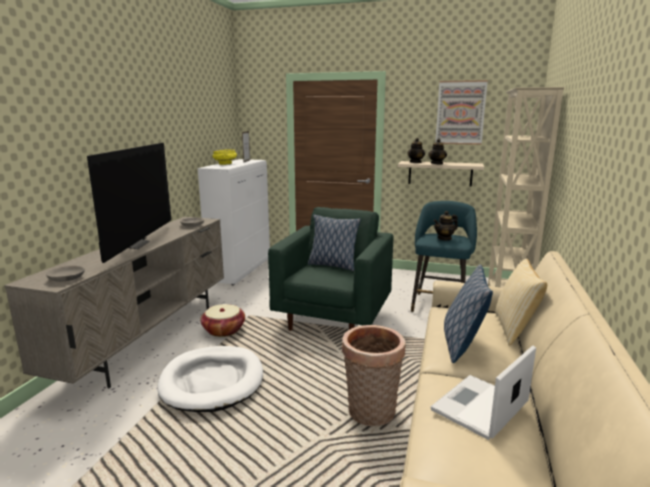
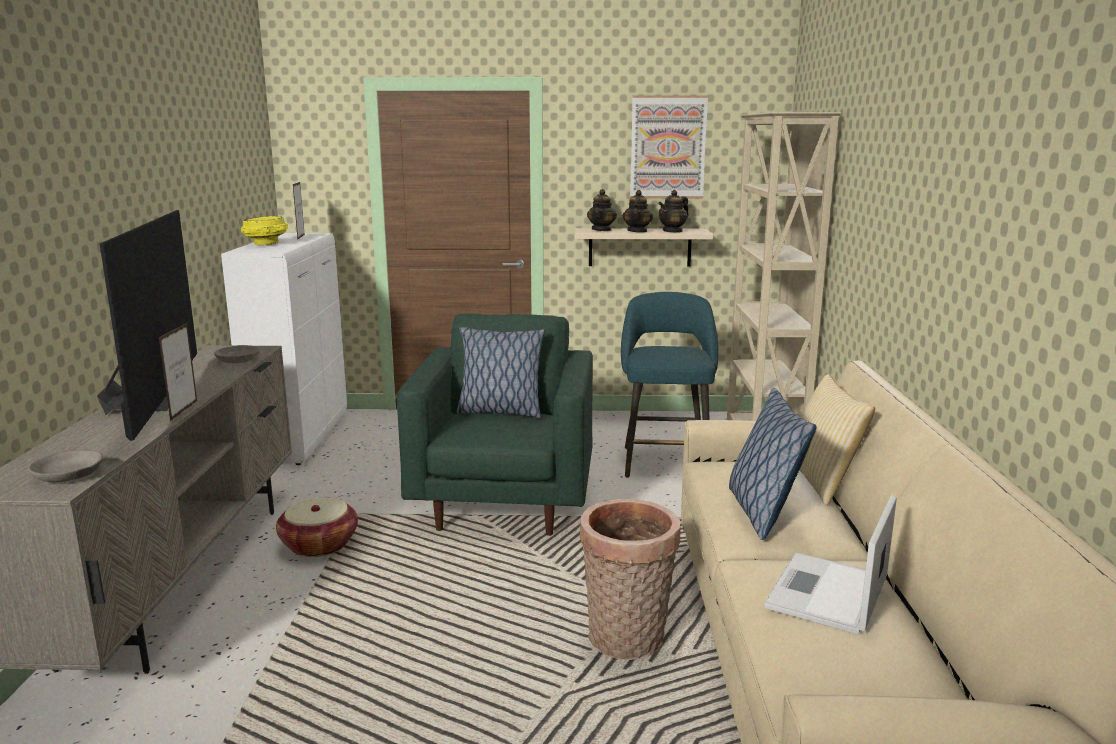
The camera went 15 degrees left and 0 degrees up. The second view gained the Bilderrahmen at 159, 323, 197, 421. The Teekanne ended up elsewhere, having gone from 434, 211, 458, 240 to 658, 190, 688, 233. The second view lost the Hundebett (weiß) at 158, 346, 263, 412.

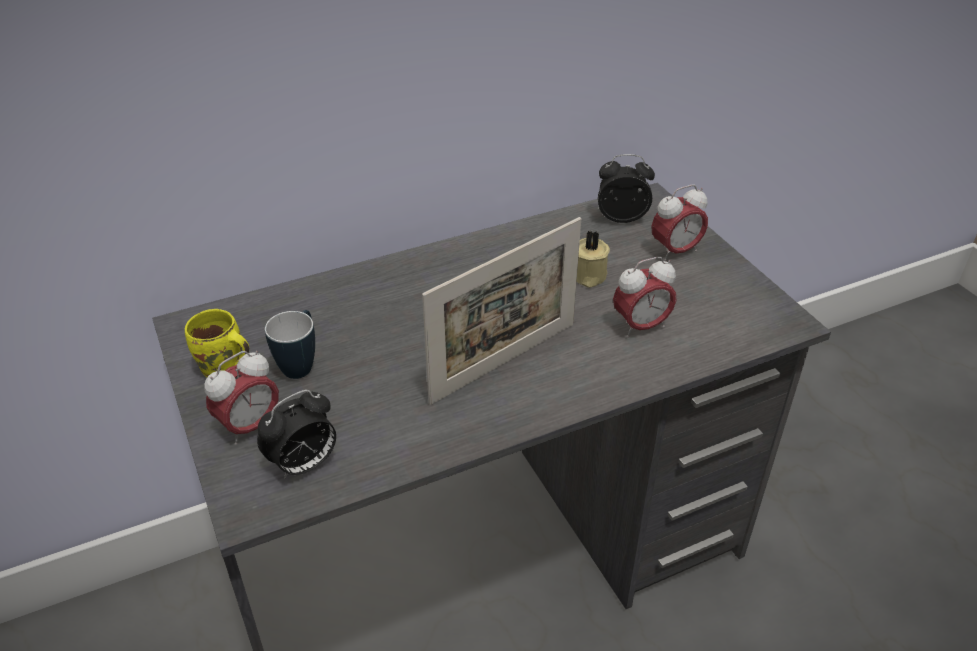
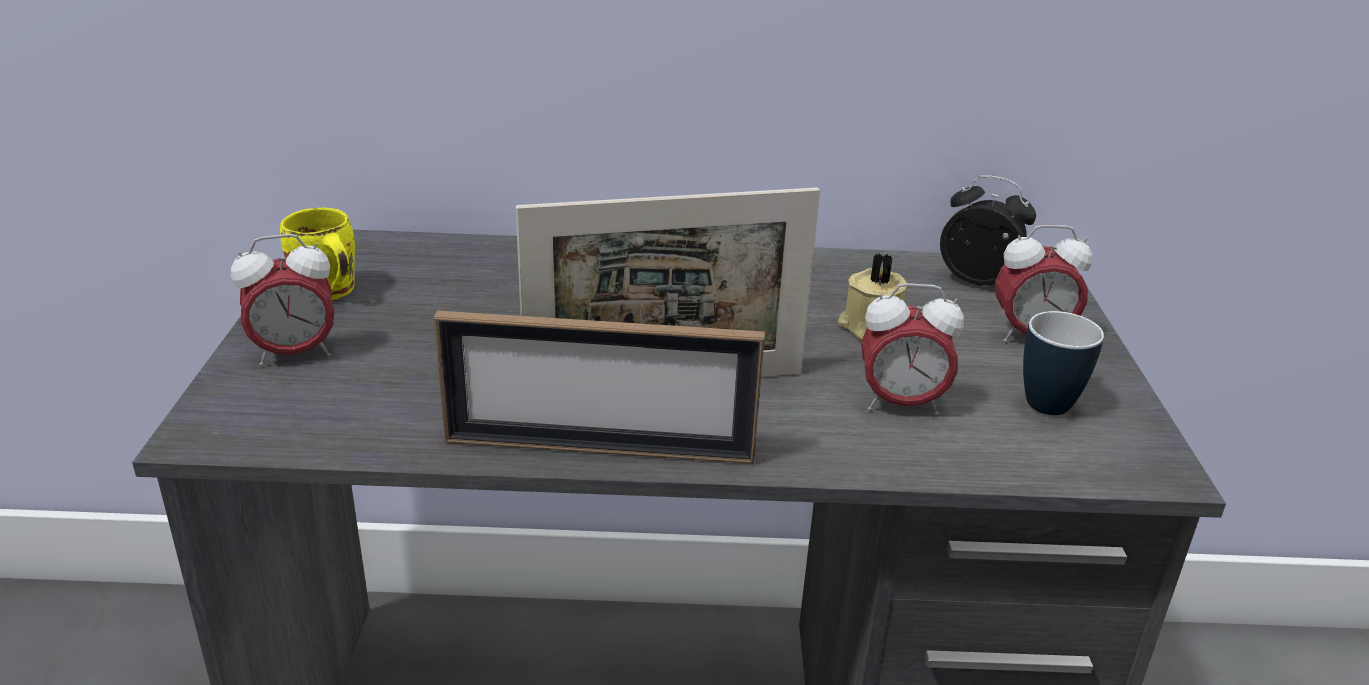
The camera went 25 degrees right and 10 degrees down. The second view gained the Bilderrahmen at 434, 310, 764, 464. The Henkelbecher ended up elsewhere, having gone from 265, 310, 315, 379 to 1023, 311, 1104, 415. The second view lost the Wecker at 257, 390, 336, 479.

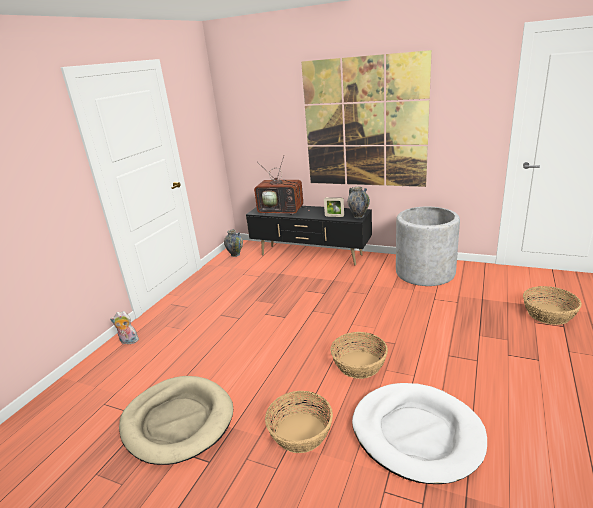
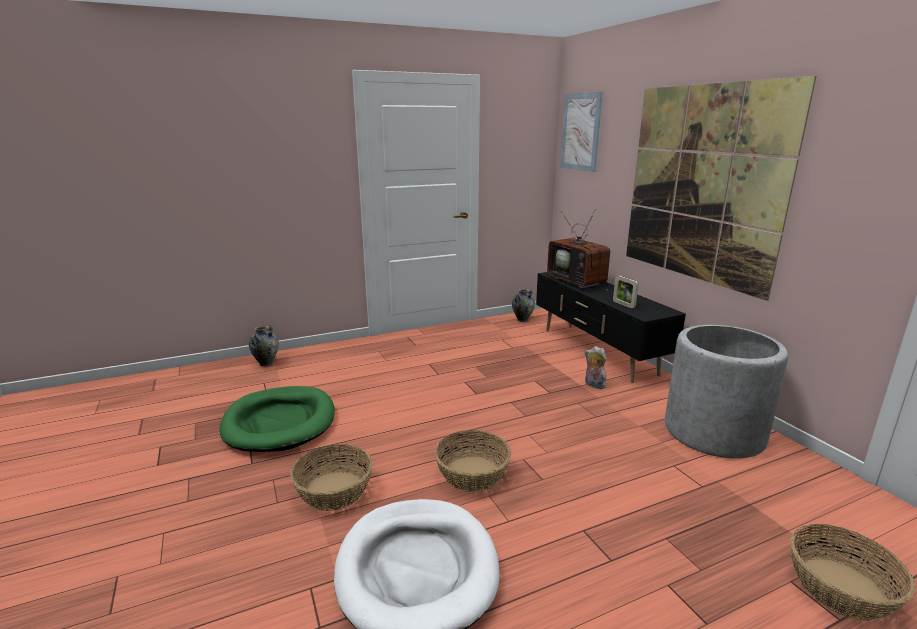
The camera went 40 degrees right and 5 degrees down. What was the Hundebett (beige) at 119, 376, 233, 465 turned into the Hundebett (grün) at 219, 386, 335, 452. The Vase ended up elsewhere, having gone from 348, 187, 370, 218 to 249, 325, 279, 367. The second view gained the Bild at 560, 92, 603, 172. The Plüschtier ended up elsewhere, having gone from 110, 311, 139, 344 to 585, 346, 606, 389.

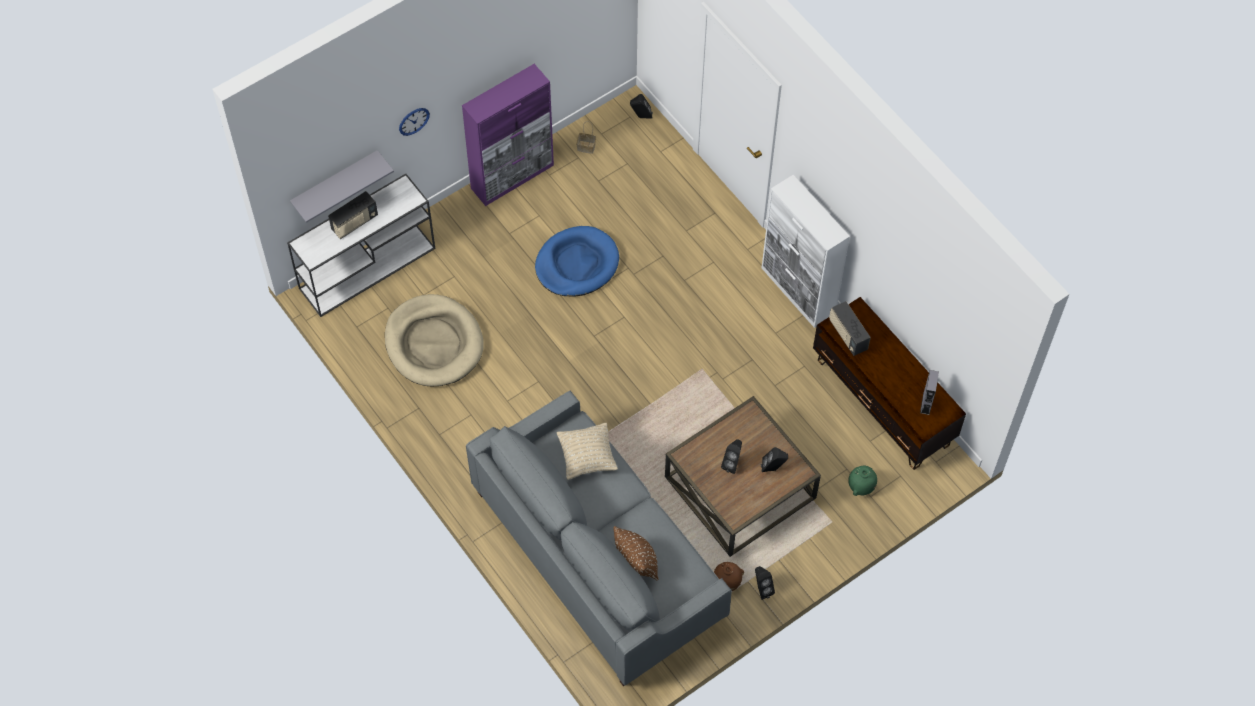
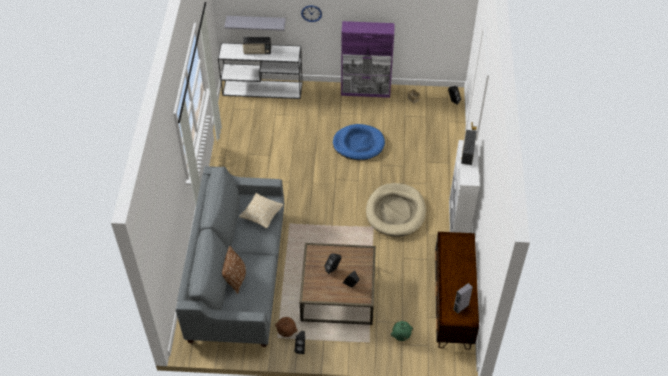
The camera went 40 degrees right and 10 degrees down. The Hundebett (beige) ended up elsewhere, having gone from 385, 294, 484, 387 to 366, 183, 426, 237. The Radio ended up elsewhere, having gone from 829, 301, 870, 356 to 460, 130, 477, 165.

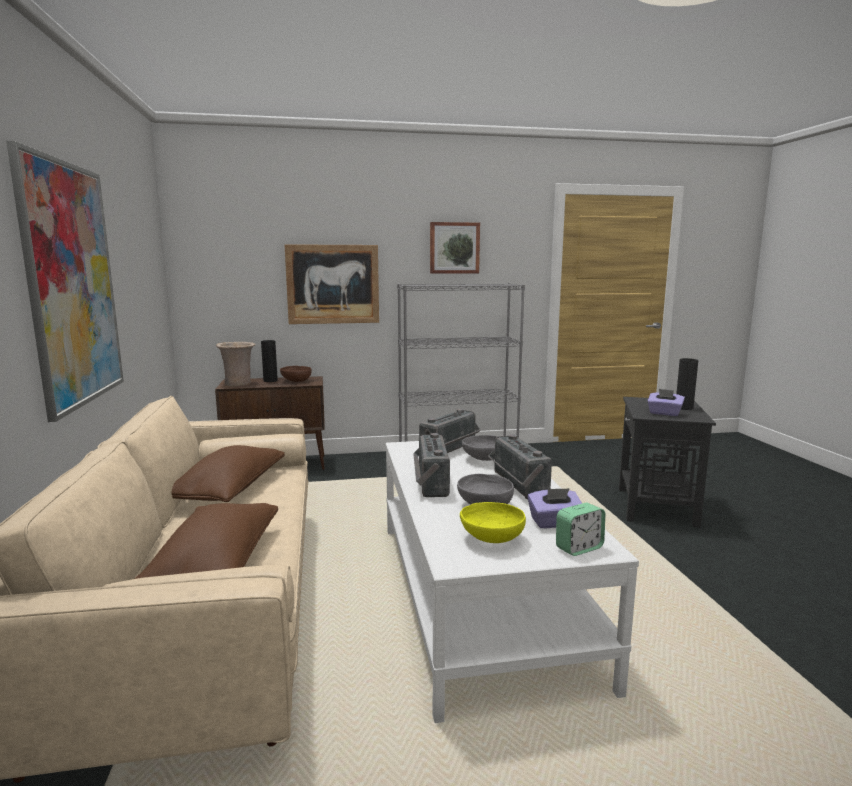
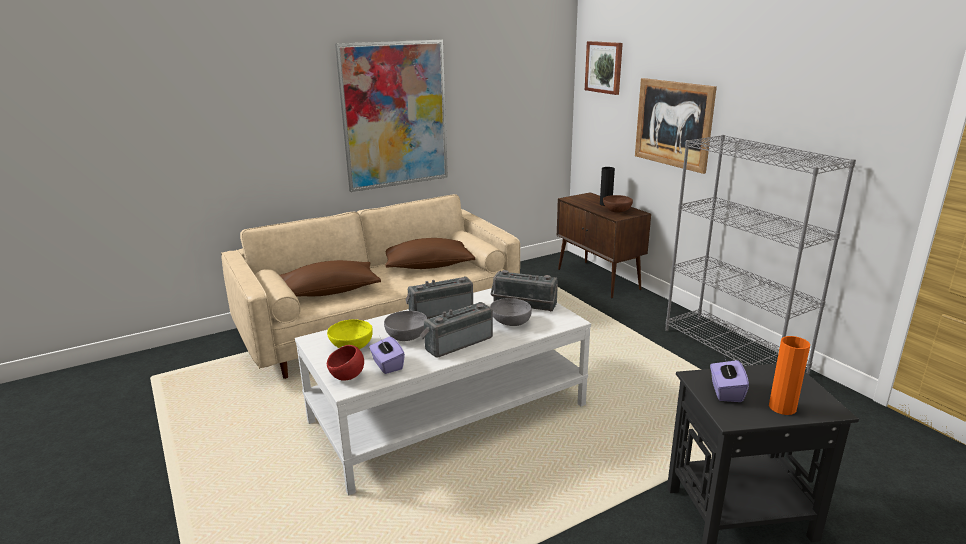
The camera went 70 degrees right and 10 degrees up. Where the Wecker stood at 556, 503, 605, 556, the Schüssel (rot) came to stand at 327, 345, 364, 381. The Bild ended up elsewhere, having gone from 430, 222, 480, 274 to 585, 41, 623, 95. What was the Vase (schwarz) at 676, 358, 698, 410 turned into the Vase (orange) at 769, 336, 810, 415. The second view lost the Vase (beige) at 216, 342, 256, 386.

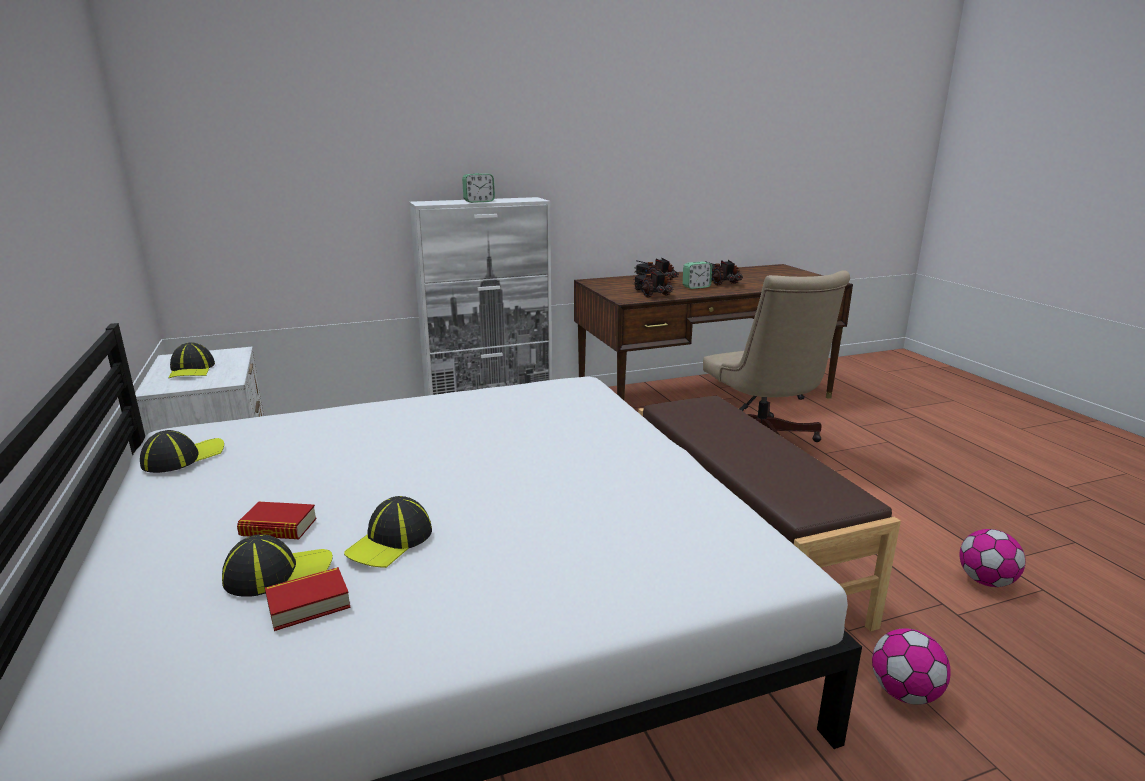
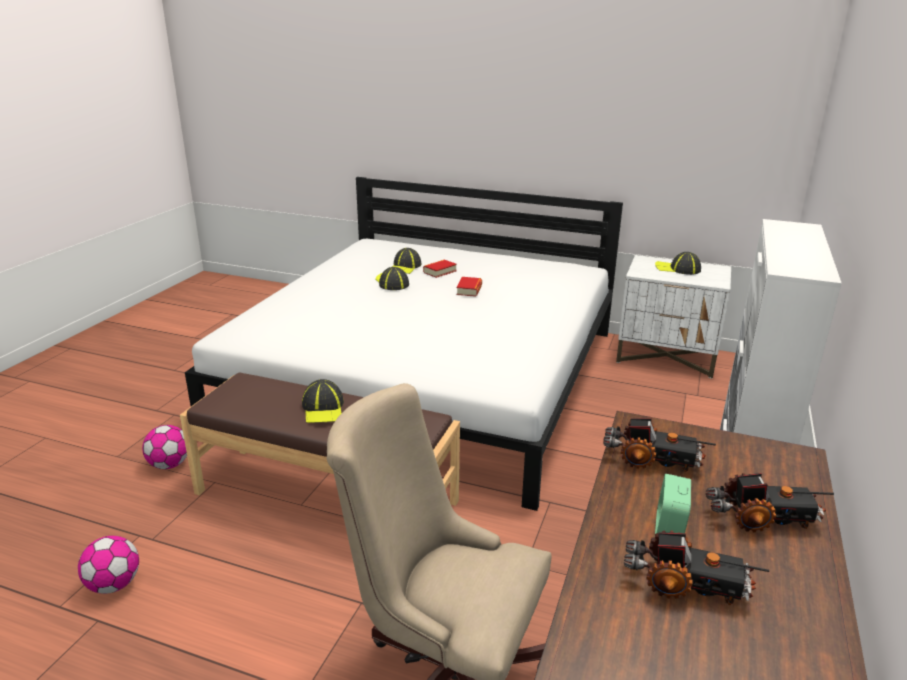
The camera went 130 degrees right and 5 degrees up. The Kappe ended up elsewhere, having gone from 140, 430, 224, 473 to 302, 379, 344, 423. The Buch ended up elsewhere, having gone from 265, 567, 351, 631 to 456, 277, 482, 297. The second view lost the Wecker at 462, 173, 495, 203.

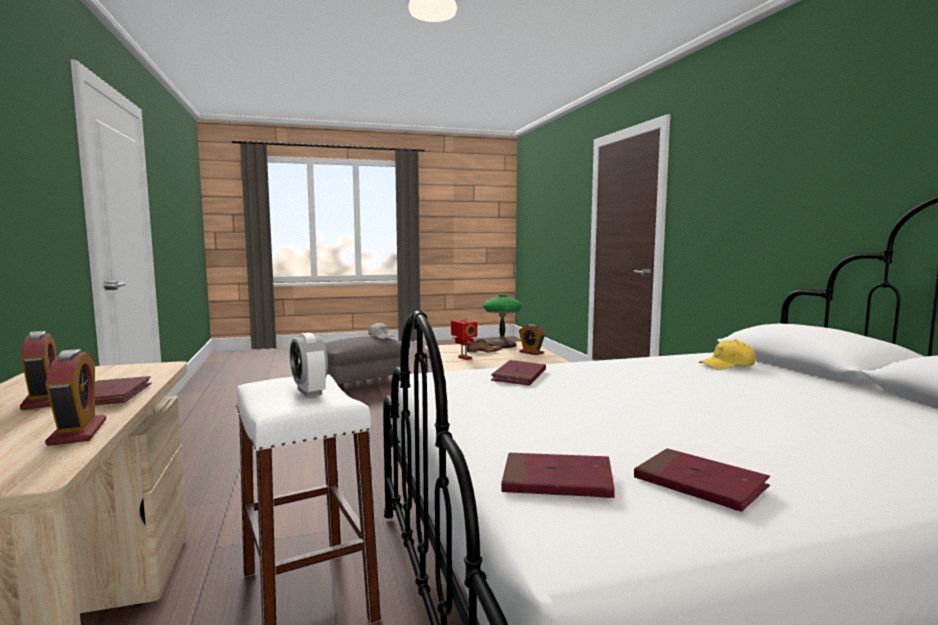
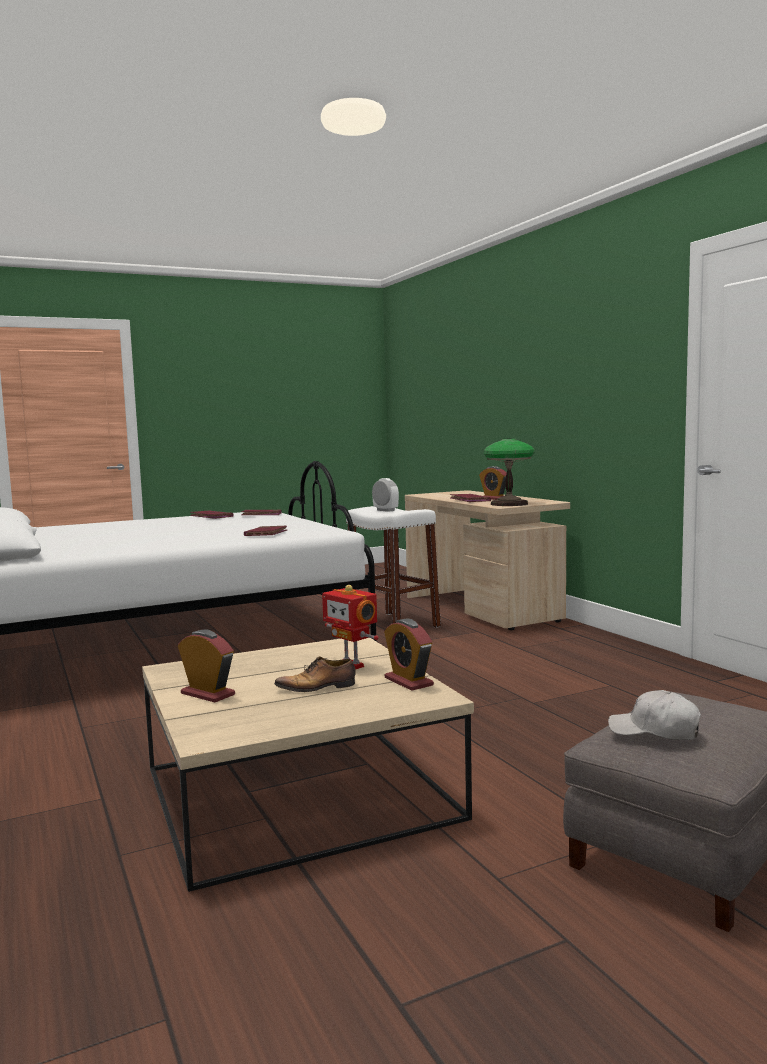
The camera went 170 degrees right and 0 degrees up. The Wecker ended up elsewhere, having gone from 45, 349, 106, 446 to 384, 619, 434, 691. The Tischlampe ended up elsewhere, having gone from 483, 295, 522, 348 to 484, 439, 535, 506. The second view lost the Kappe (gelb) at 699, 339, 756, 369.

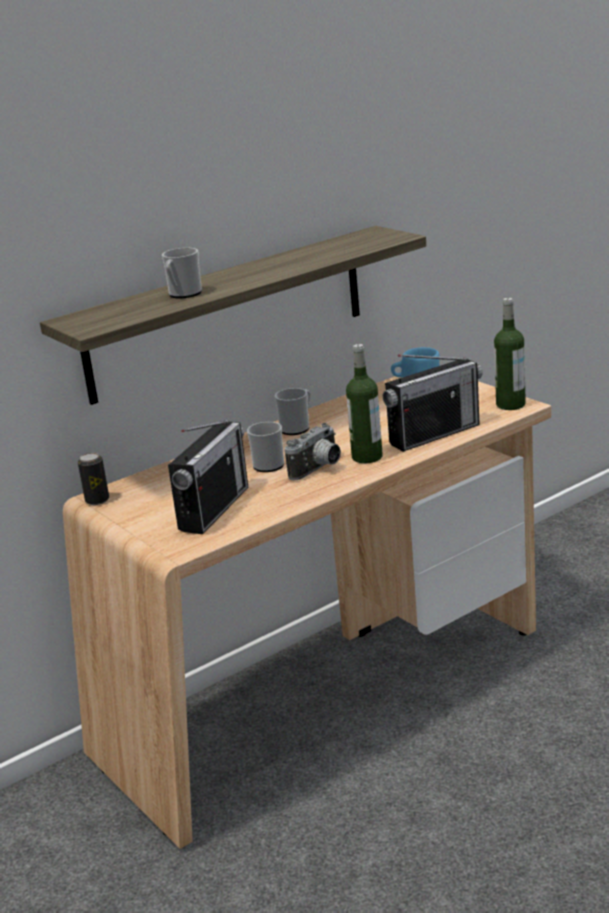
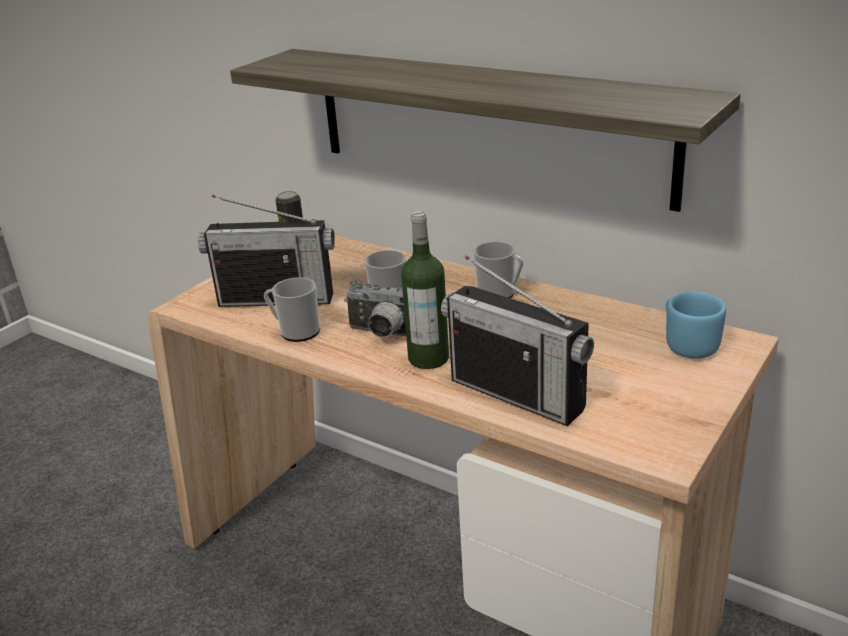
The camera went 70 degrees right and 5 degrees up. The Henkelbecher ended up elsewhere, having gone from 162, 248, 202, 298 to 264, 277, 320, 342. The second view lost the Flasche at 494, 297, 526, 410.

